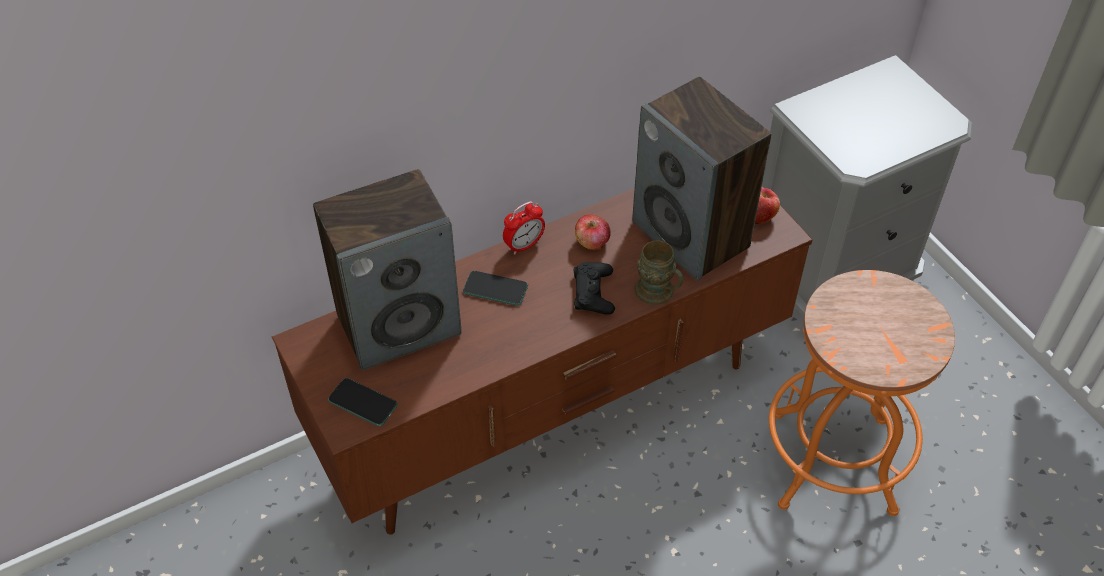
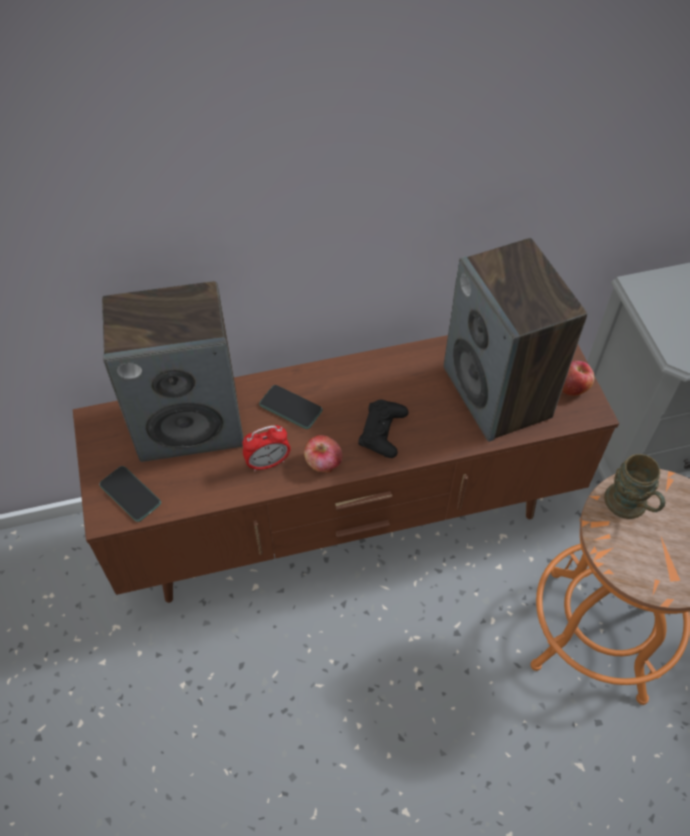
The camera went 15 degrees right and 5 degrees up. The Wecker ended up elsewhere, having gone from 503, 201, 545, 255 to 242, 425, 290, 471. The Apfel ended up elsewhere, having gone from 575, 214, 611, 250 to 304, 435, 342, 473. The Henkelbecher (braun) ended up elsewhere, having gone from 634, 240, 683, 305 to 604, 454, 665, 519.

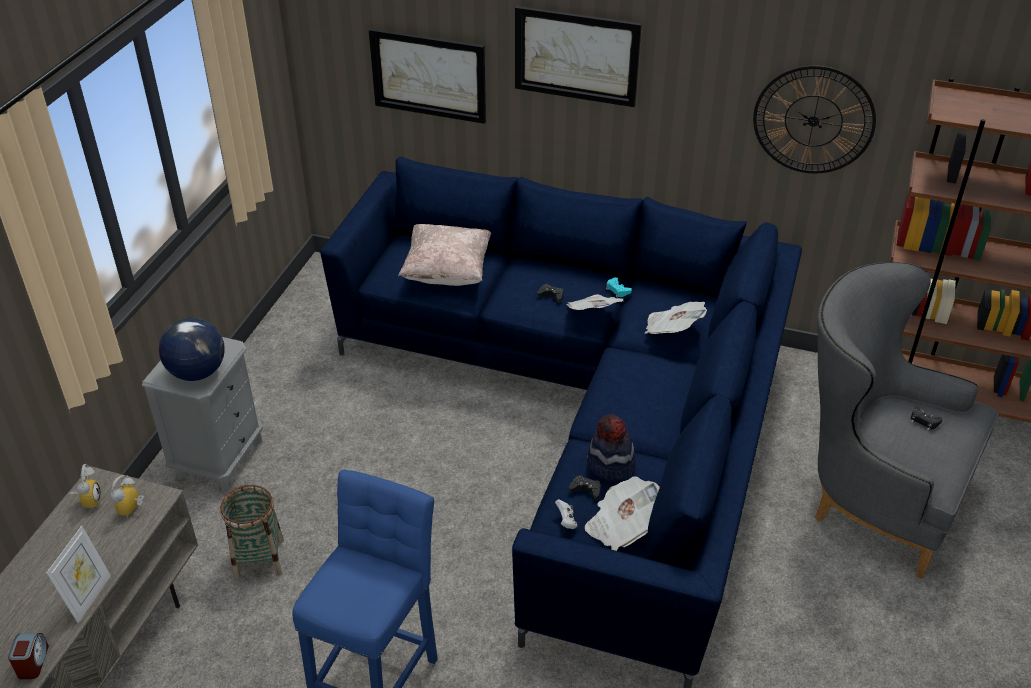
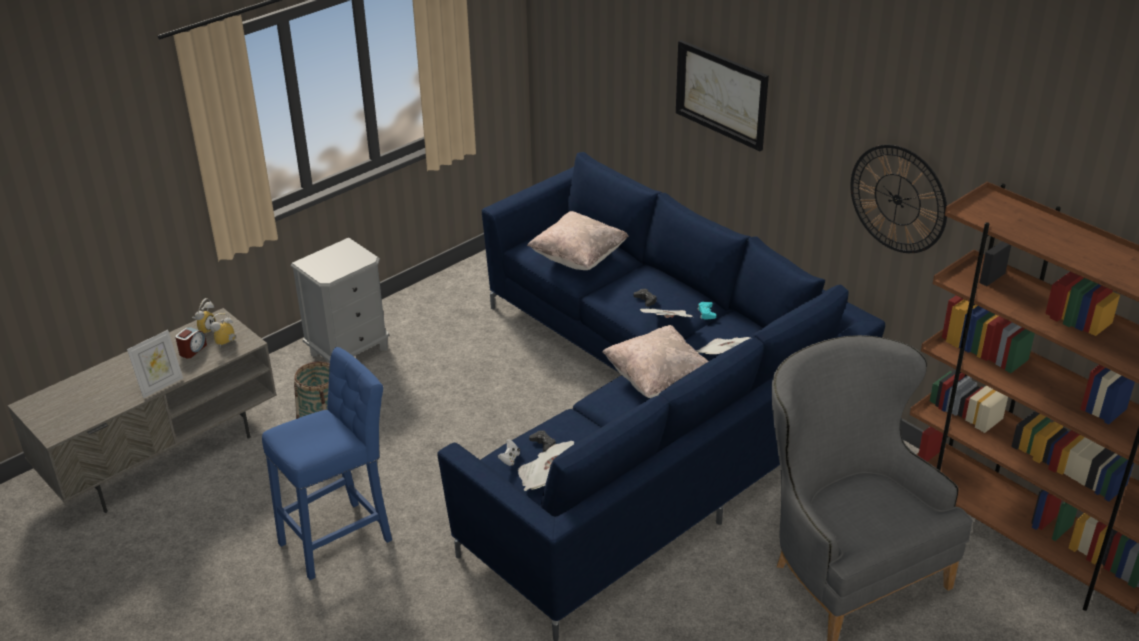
The camera went 30 degrees right and 5 degrees down. The Wecker ended up elsewhere, having gone from 8, 633, 49, 679 to 175, 327, 207, 359. The second view gained the Kissen (beige) at 602, 325, 709, 398. The second view lost the Globus at 159, 318, 225, 381. The second view lost the Bild at 369, 28, 486, 124. The second view lost the Hut at 587, 414, 636, 483. The second view lost the Gamepad (schwarz) at 911, 406, 943, 431.

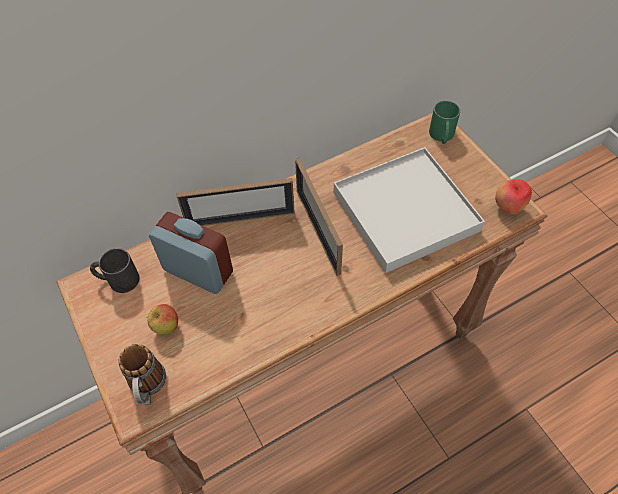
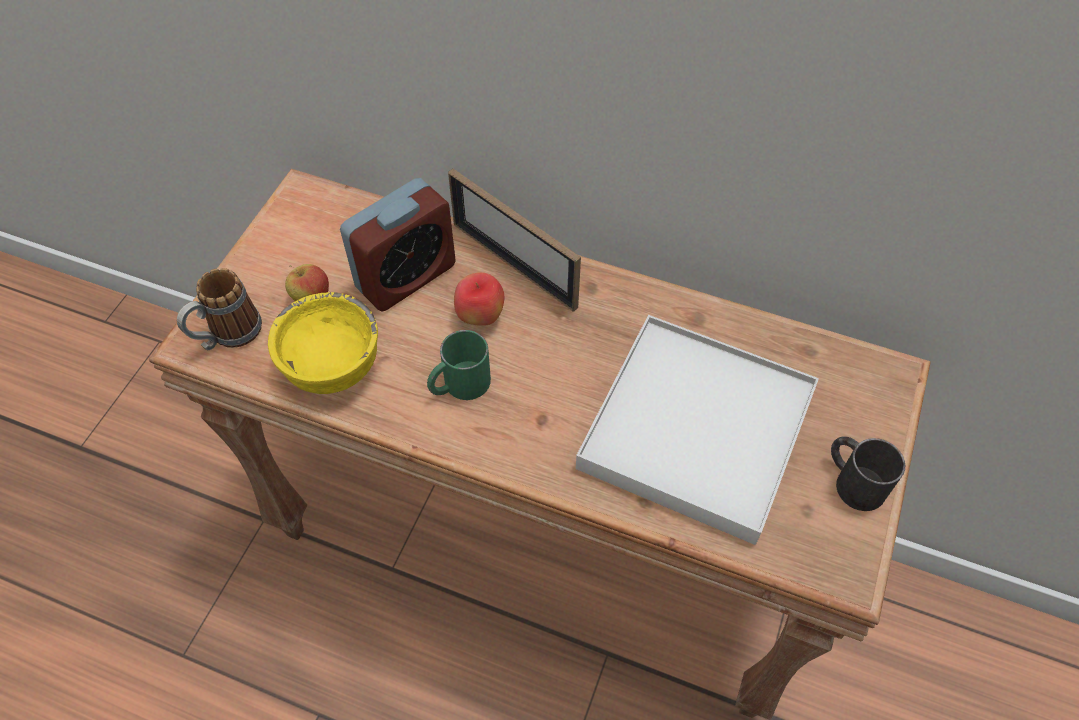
The camera went 50 degrees right and 0 degrees up. The second view gained the Schüssel (gelb) at 268, 292, 378, 394. The Wecker at 149, 212, 233, 294 ended up facing another way, 60 degrees clockwise from before. The Henkelbecher (grün) ended up elsewhere, having gone from 429, 101, 460, 144 to 427, 330, 491, 400. The Apfel ended up elsewhere, having gone from 495, 179, 532, 215 to 454, 272, 504, 326. The Henkelbecher (schwarz) ended up elsewhere, having gone from 90, 248, 140, 293 to 831, 436, 905, 511. The second view lost the Bilderrahmen at 295, 158, 343, 276.

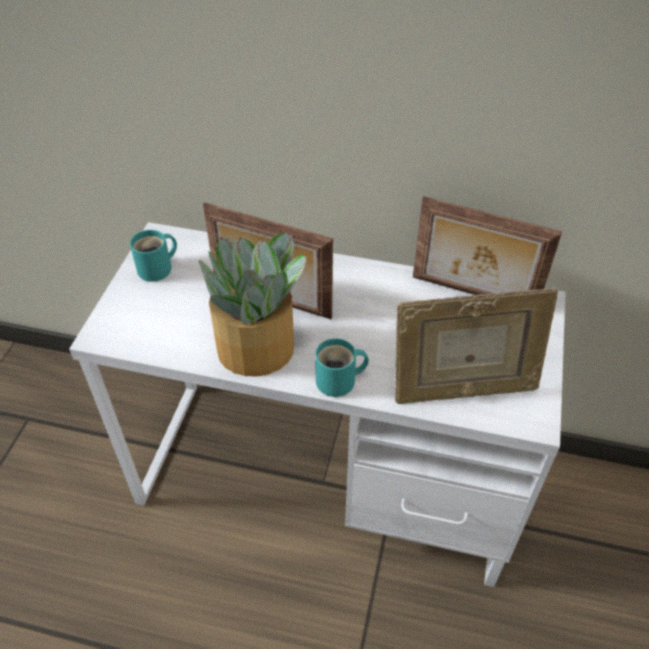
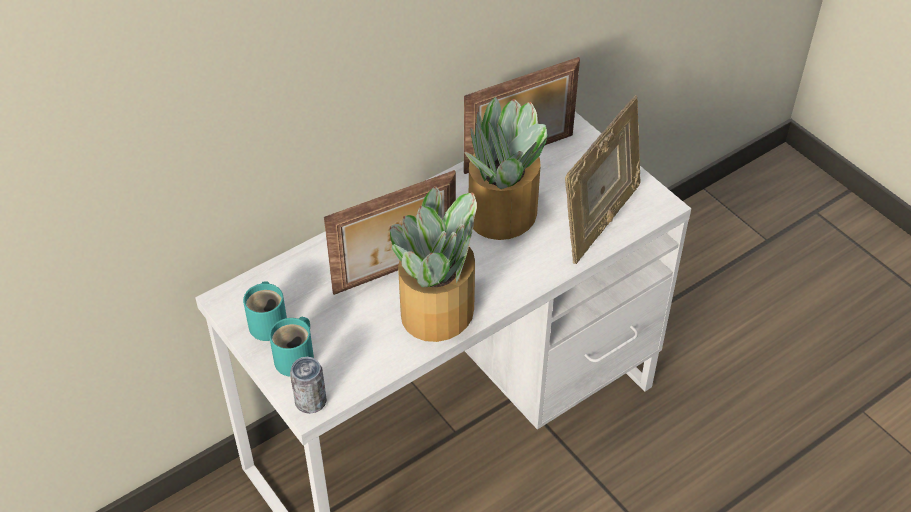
The camera went 50 degrees left and 0 degrees up. The Henkelbecher (türkis) ended up elsewhere, having gone from 315, 338, 369, 397 to 269, 317, 314, 377. The second view gained the Dose at 290, 357, 327, 414. The second view gained the Topfpflanze at 464, 97, 549, 240.

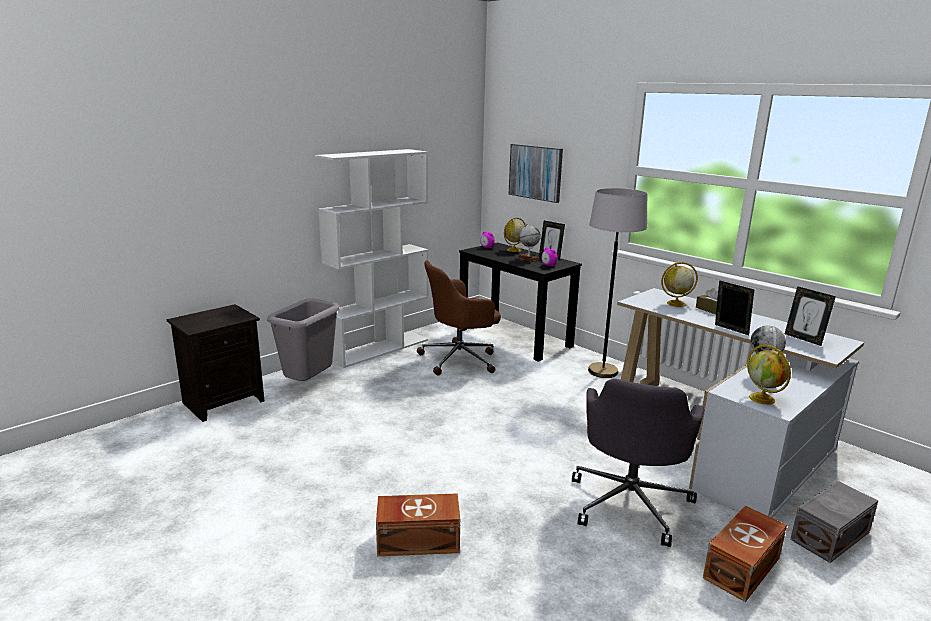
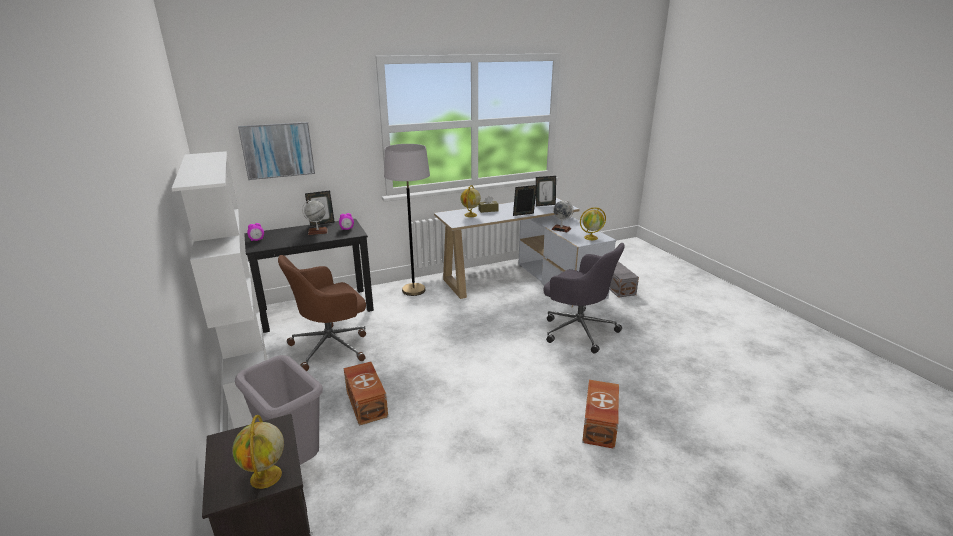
The camera went 70 degrees left and 5 degrees up. The Globus ended up elsewhere, having gone from 504, 218, 526, 252 to 232, 415, 284, 489. The Bürostuhl (braun) at 417, 261, 501, 376 ended up facing another way, 60 degrees clockwise from before. The Aufbewahrungsbox (braun) ended up elsewhere, having gone from 703, 506, 787, 602 to 344, 362, 388, 426.

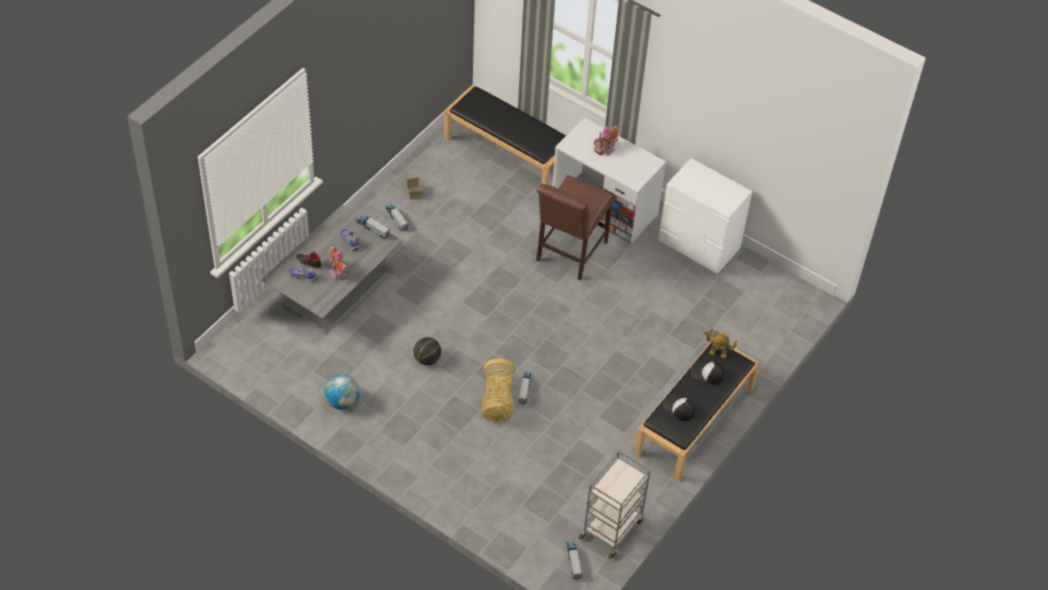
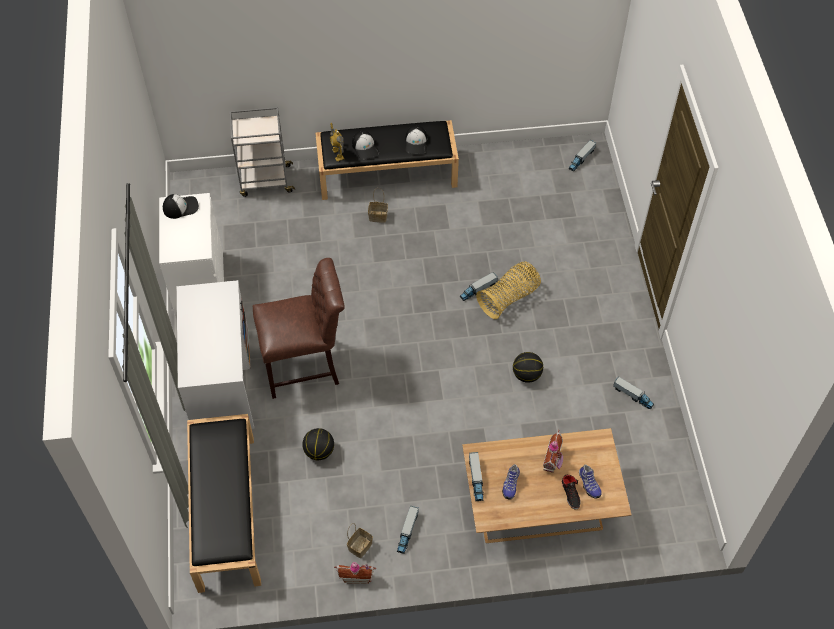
The camera went 130 degrees left and 5 degrees up. The second view gained the Kappe at 163, 194, 199, 219. The Rollwagen (grau) ended up elsewhere, having gone from 578, 450, 651, 559 to 230, 107, 295, 197. The second view gained the Basketball at 302, 428, 334, 460. The Spielzeughaus ended up elsewhere, having gone from 593, 125, 619, 156 to 334, 562, 376, 584. The second view gained the Korb at 368, 188, 388, 223. What was the Couchtisch (grau) at 261, 205, 403, 335 turned into the Couchtisch (braun) at 462, 428, 632, 543. Where the Globus stood at 324, 375, 360, 410, the Spielzeuglaster came to stand at 613, 376, 654, 410.

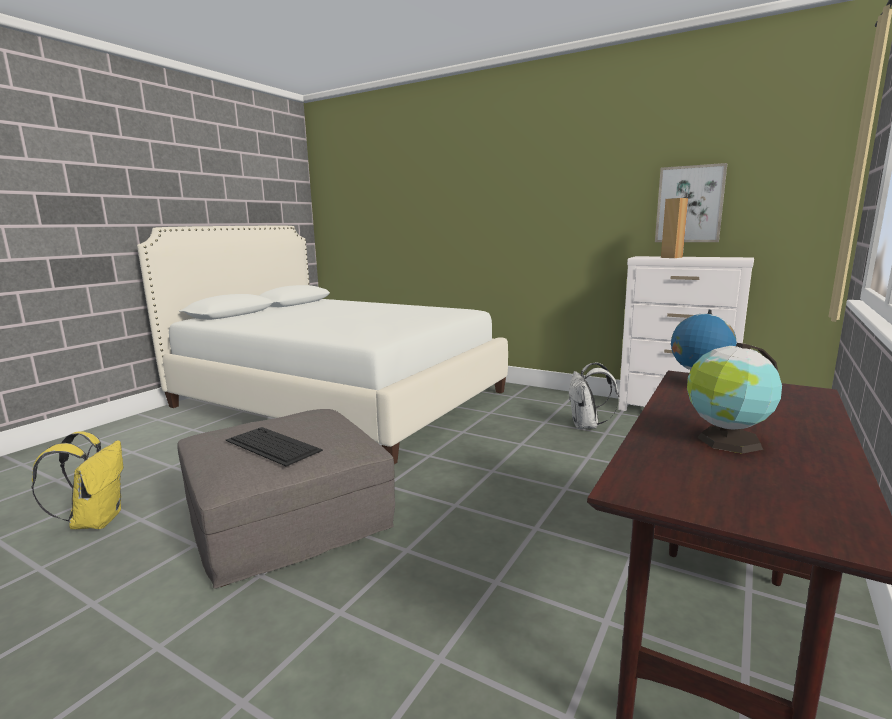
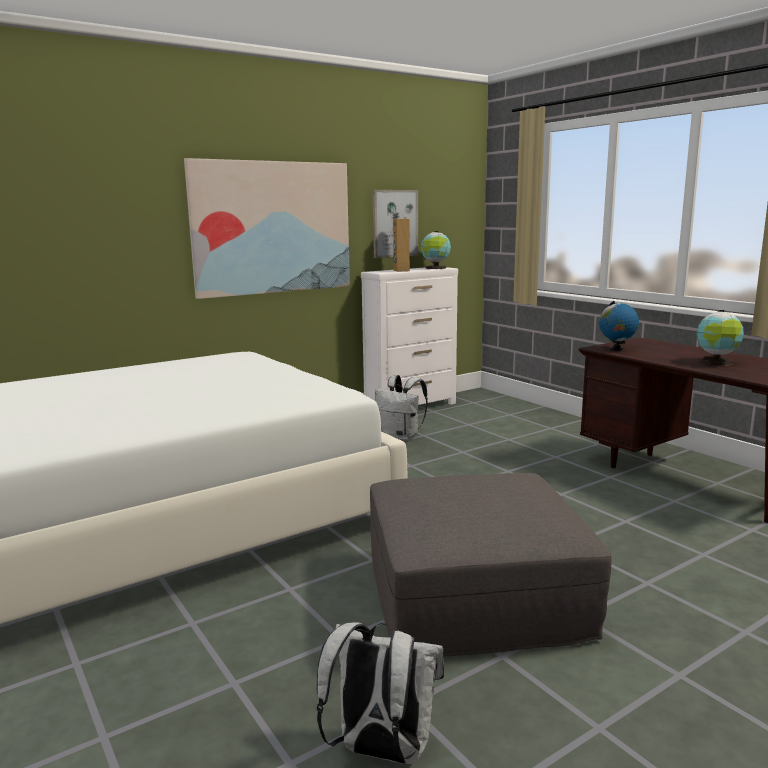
The camera went 65 degrees left and 0 degrees up. The second view gained the Bild at 184, 158, 350, 299. What was the Rucksack (gelb) at 31, 431, 123, 529 turned into the Rucksack (weiß) at 317, 622, 444, 764. The second view gained the Globus at 421, 231, 451, 269. The second view lost the Tastatur at 226, 427, 323, 466.

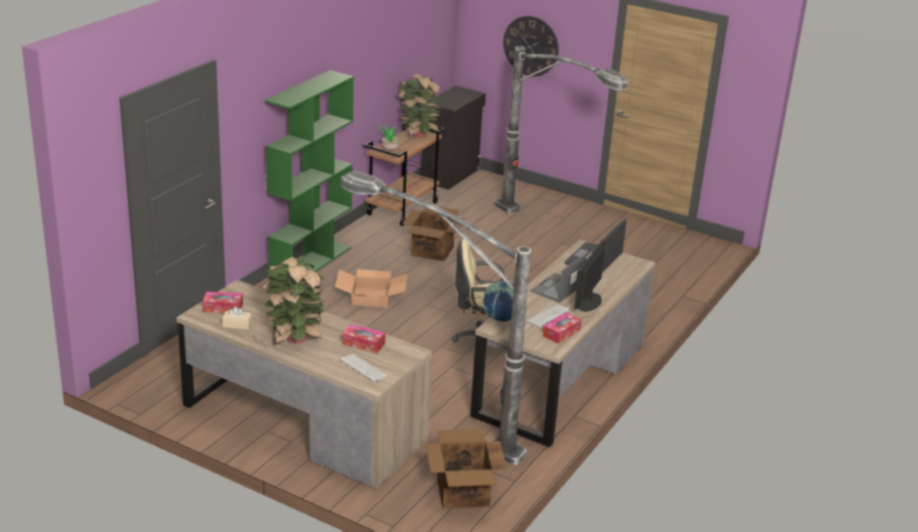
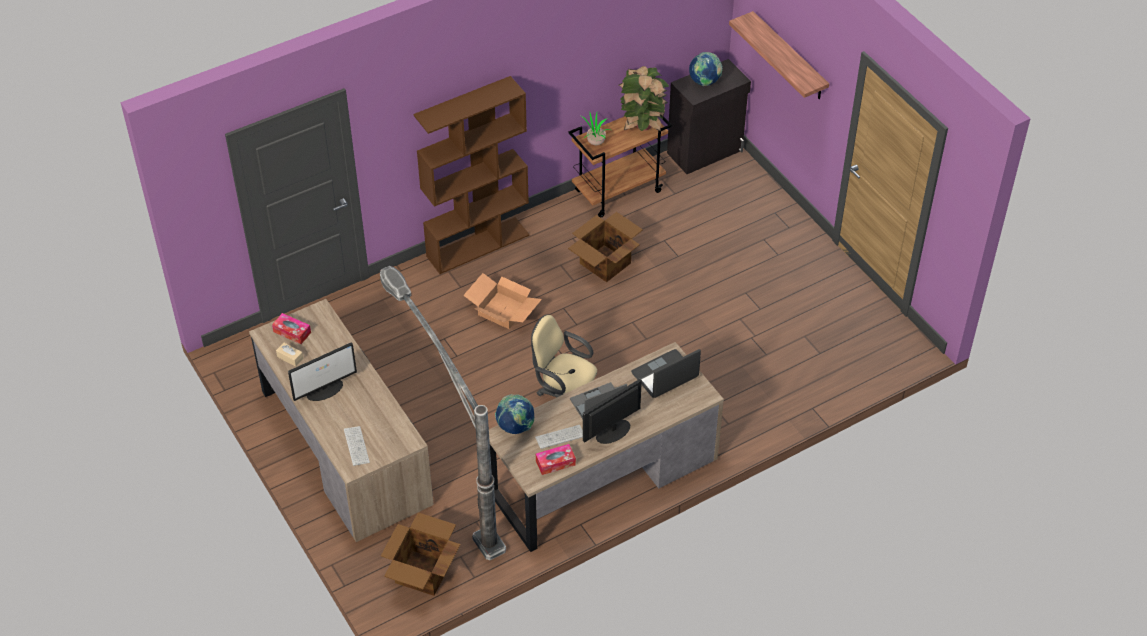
The camera went 30 degrees right and 20 degrees up. Where the Topfpflanze stood at 261, 257, 325, 344, the Monitor came to stand at 288, 342, 357, 401. What was the Bücherregal (grün) at 265, 70, 354, 272 turned into the Bücherregal (braun) at 413, 76, 530, 274. The second view gained the Globus at 689, 52, 722, 86. Where the Wanduhr hung at 503, 16, 559, 76, the Wandregal came to hang at 729, 11, 829, 99. The second view lost the Taschentuchbox at 342, 324, 385, 353. The second view lost the Stehlampe at 494, 46, 628, 213.

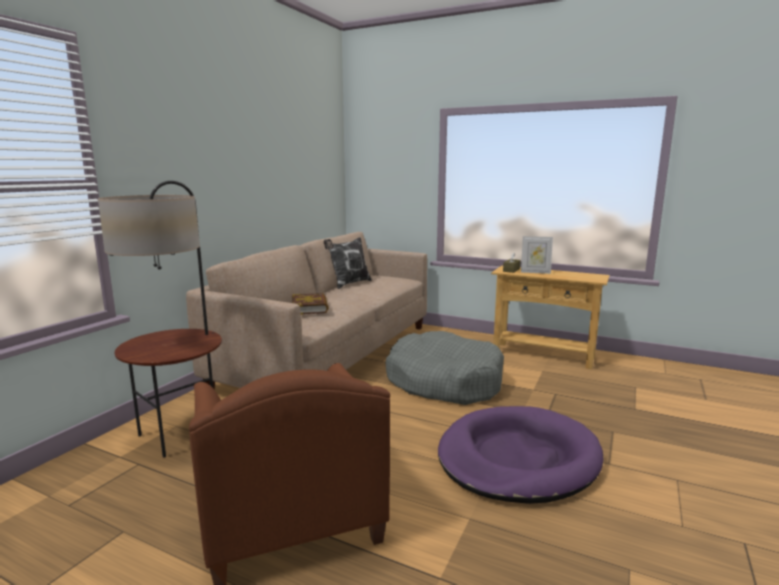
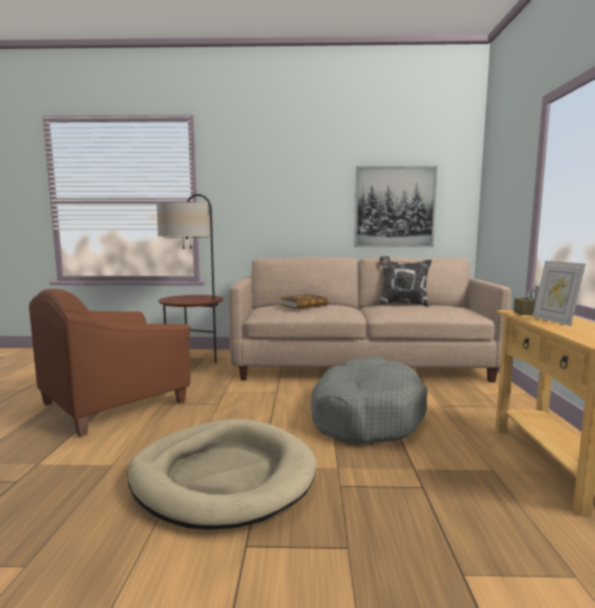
The camera went 65 degrees right and 5 degrees down. What was the Hundebett (lila) at 438, 406, 603, 504 turned into the Hundebett (beige) at 127, 419, 317, 530. The second view gained the Bild at 355, 166, 437, 247.

